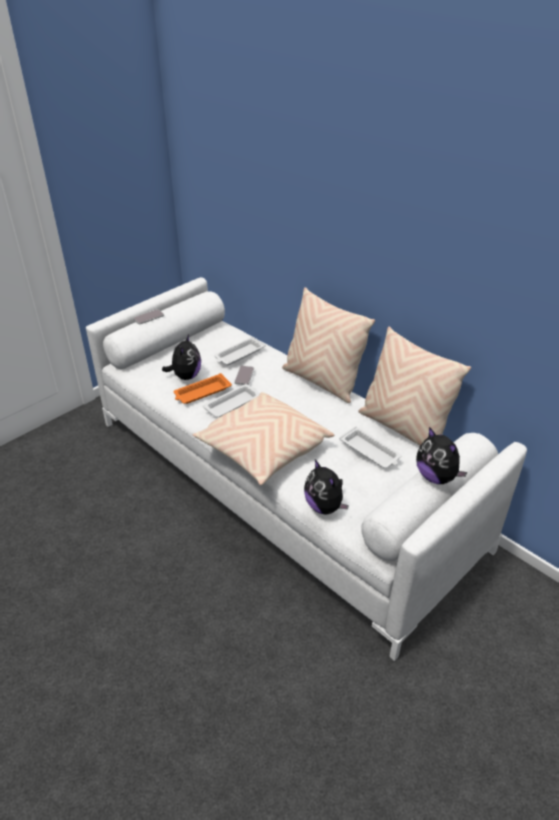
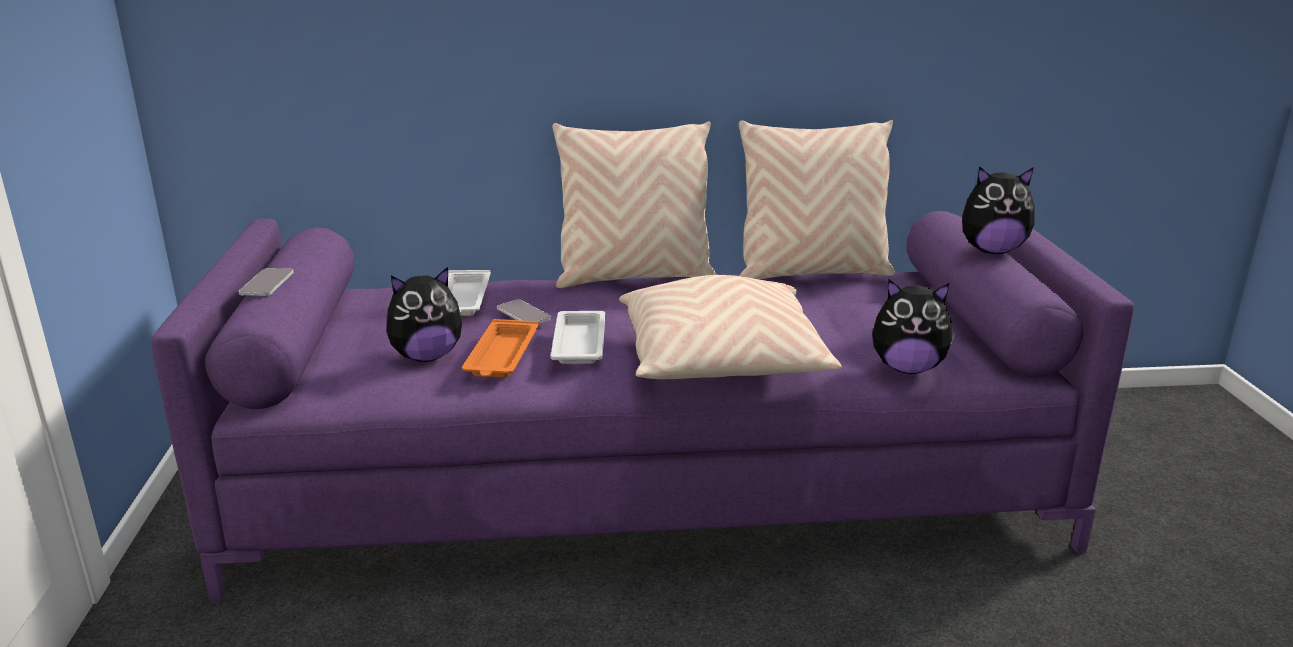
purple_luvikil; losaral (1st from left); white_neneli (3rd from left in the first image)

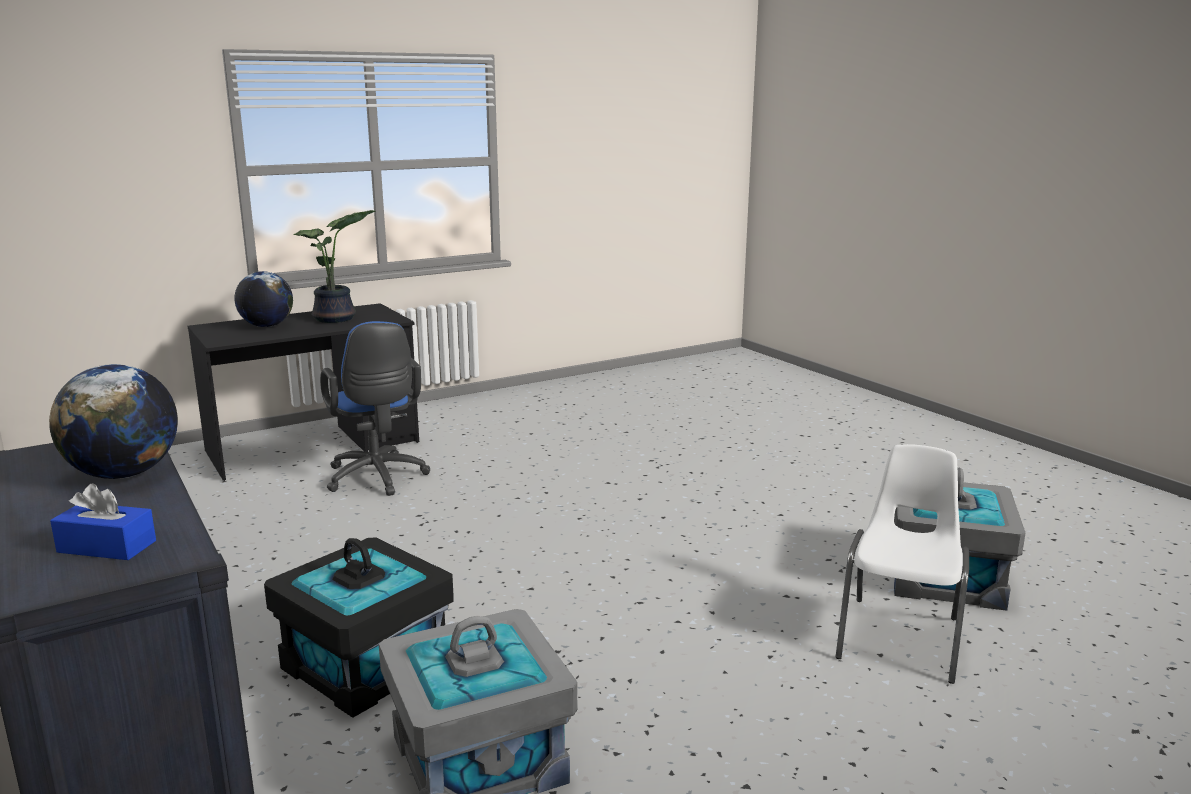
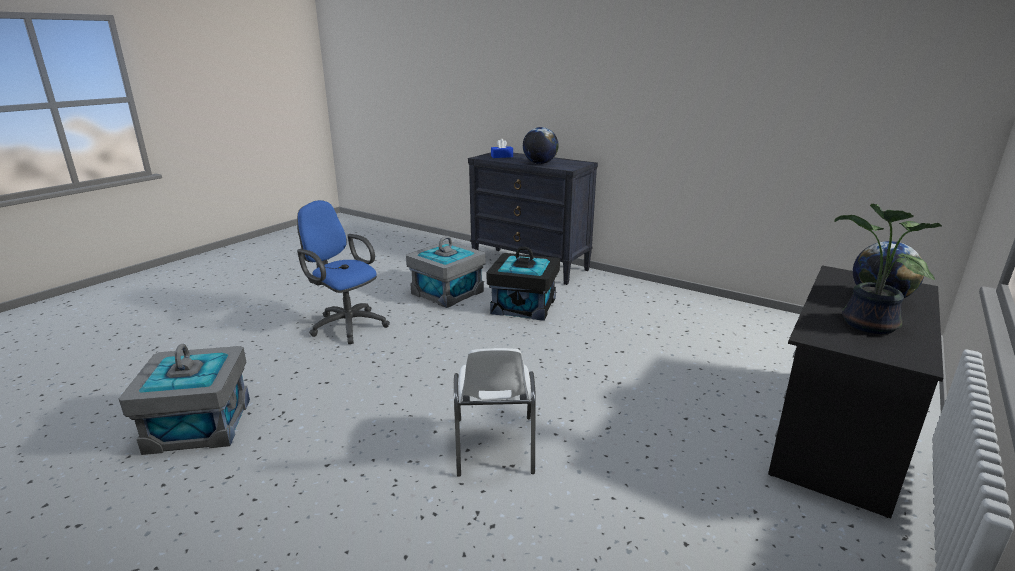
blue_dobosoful; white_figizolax

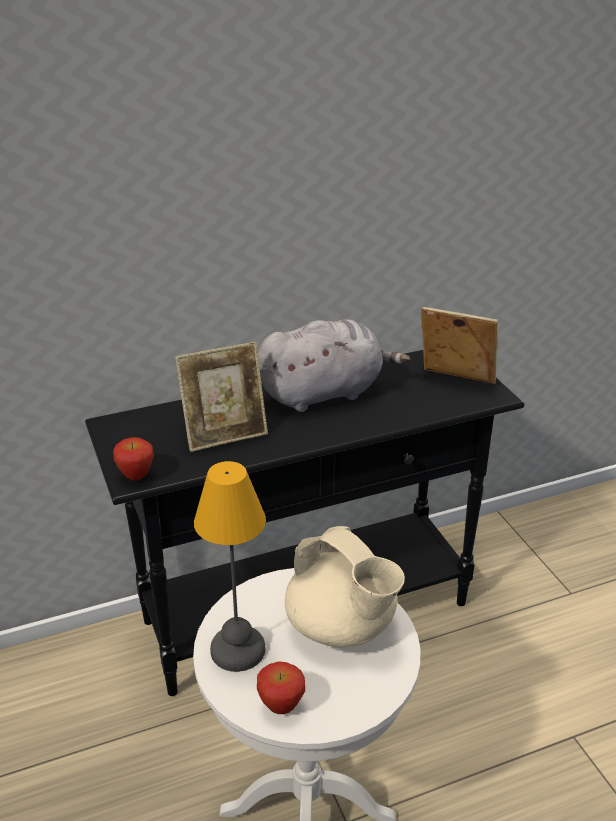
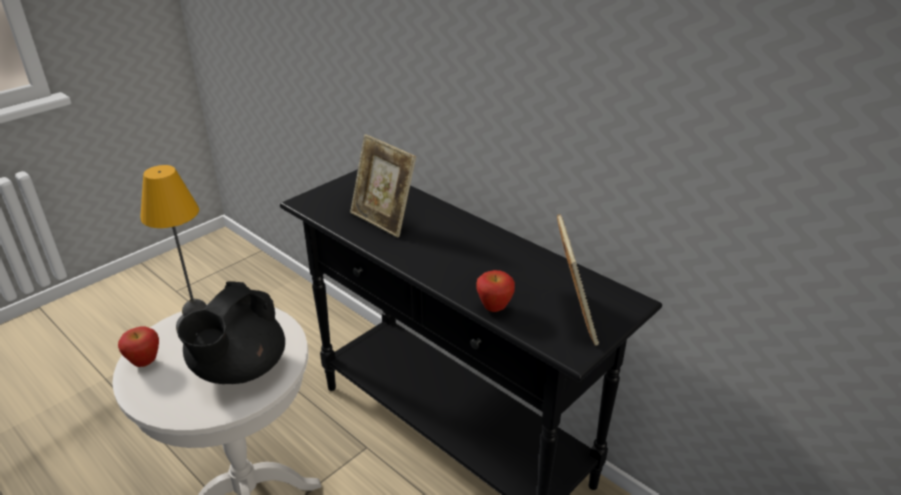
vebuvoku (2nd from left); grey_losaral; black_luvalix

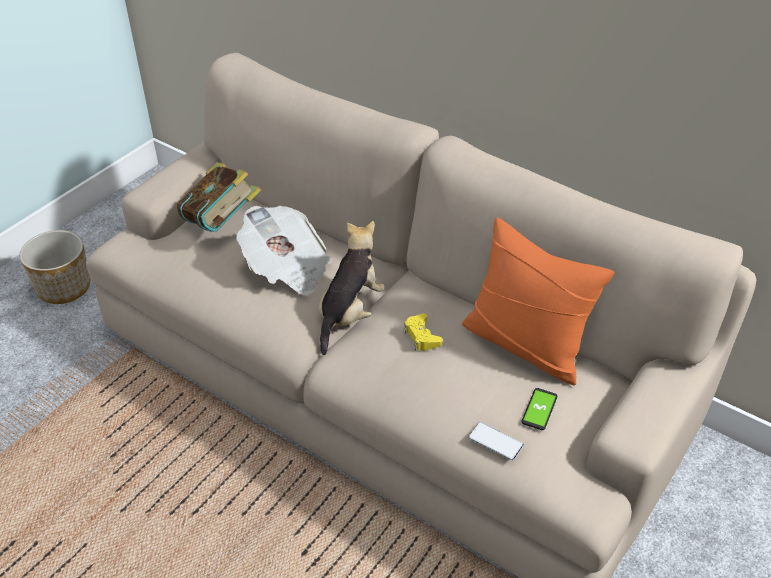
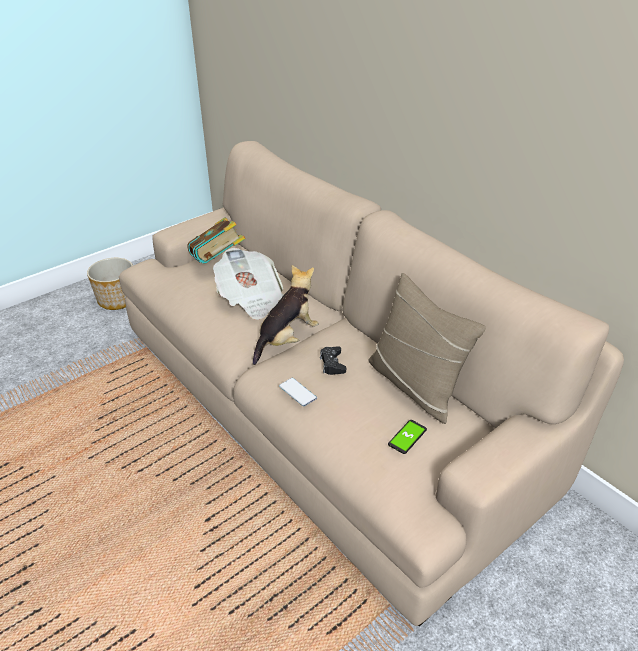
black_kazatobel; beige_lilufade; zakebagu (1st from left)

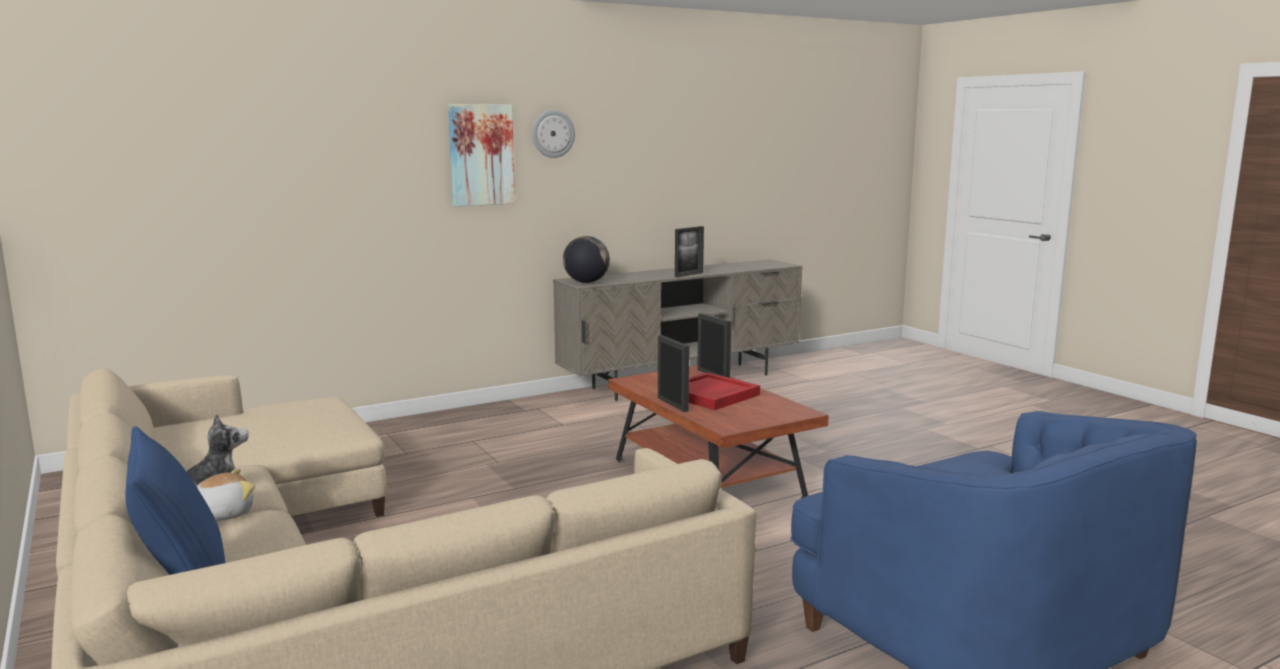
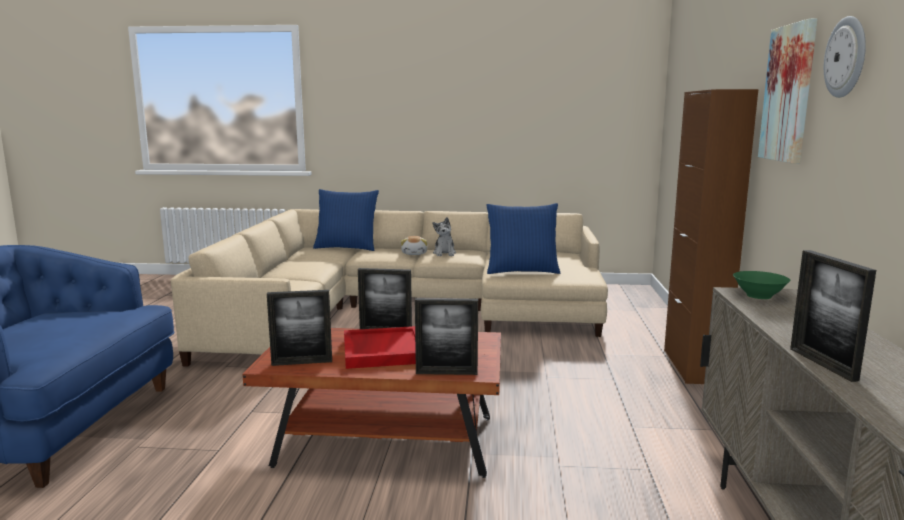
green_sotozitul; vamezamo (1st from left); blue_lilufade (2nd from left); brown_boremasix

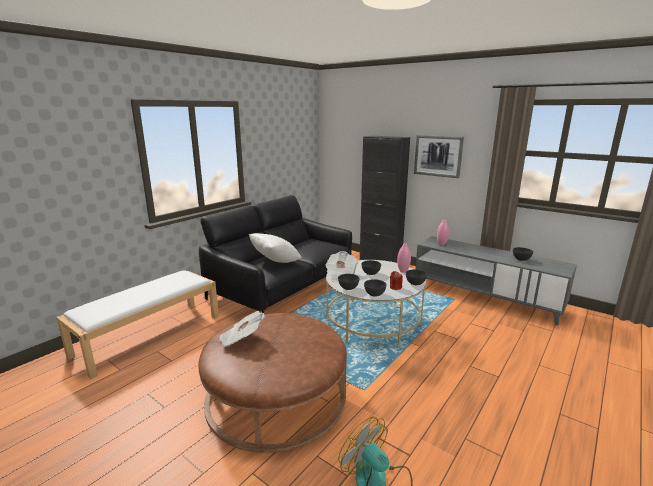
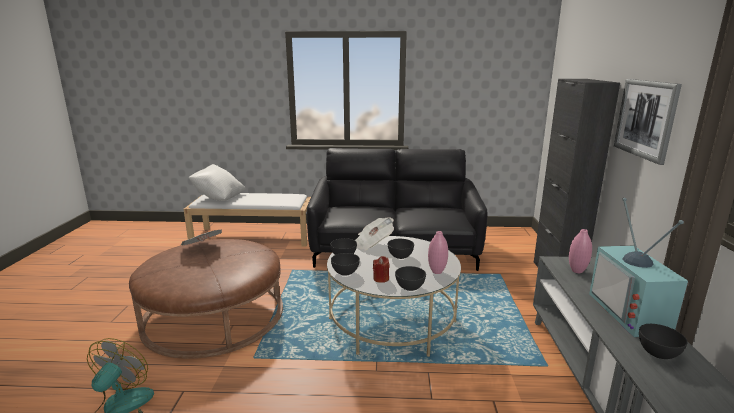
white_lilufade; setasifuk

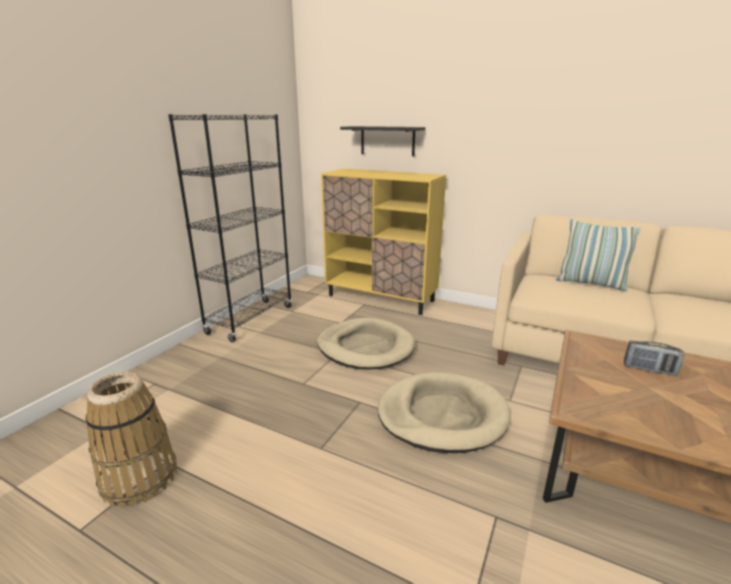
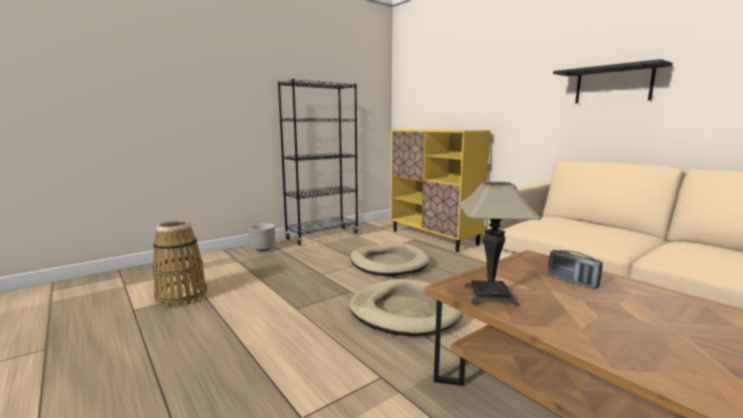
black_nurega; lilufade; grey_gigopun; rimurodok

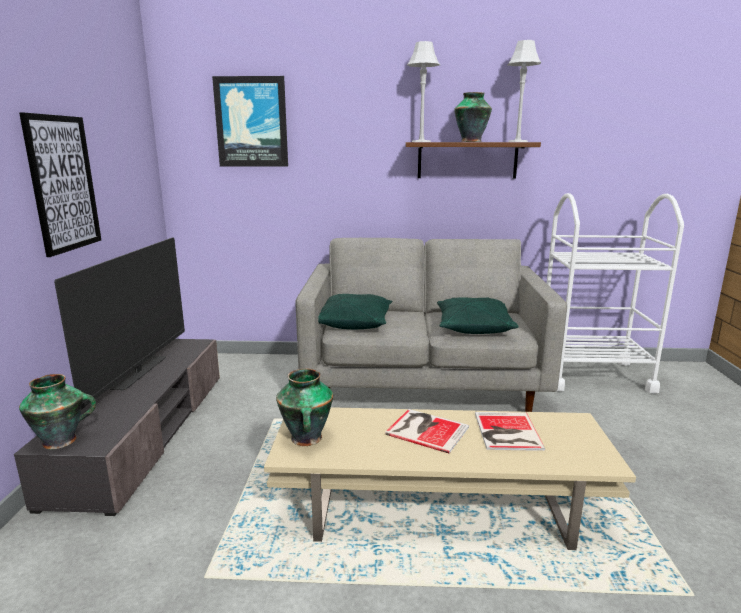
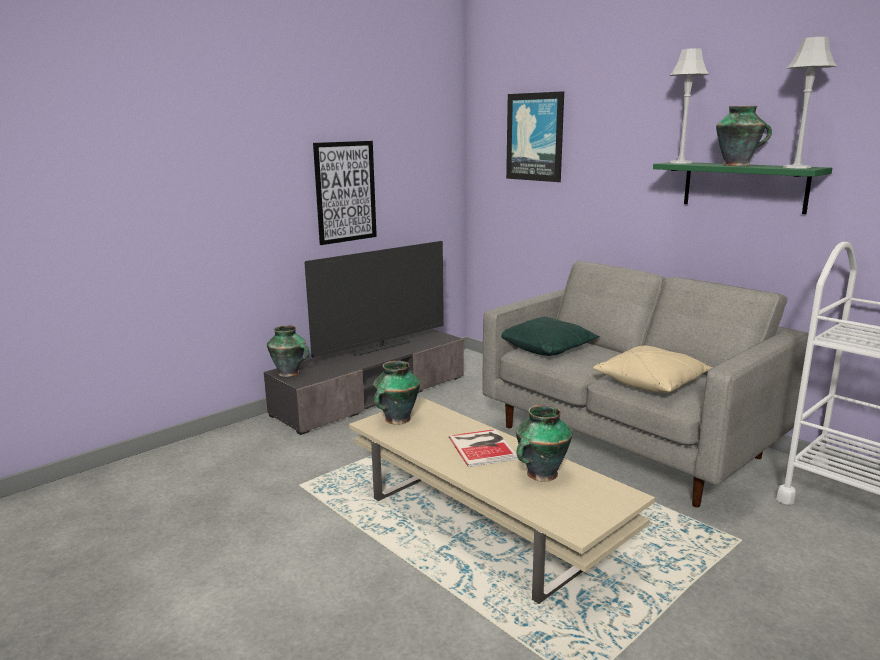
green_nurega; beige_lilufade; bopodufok (3rd from left)

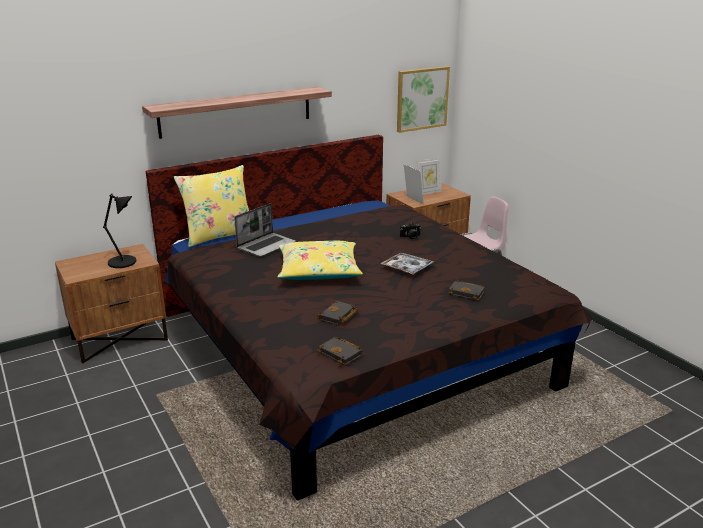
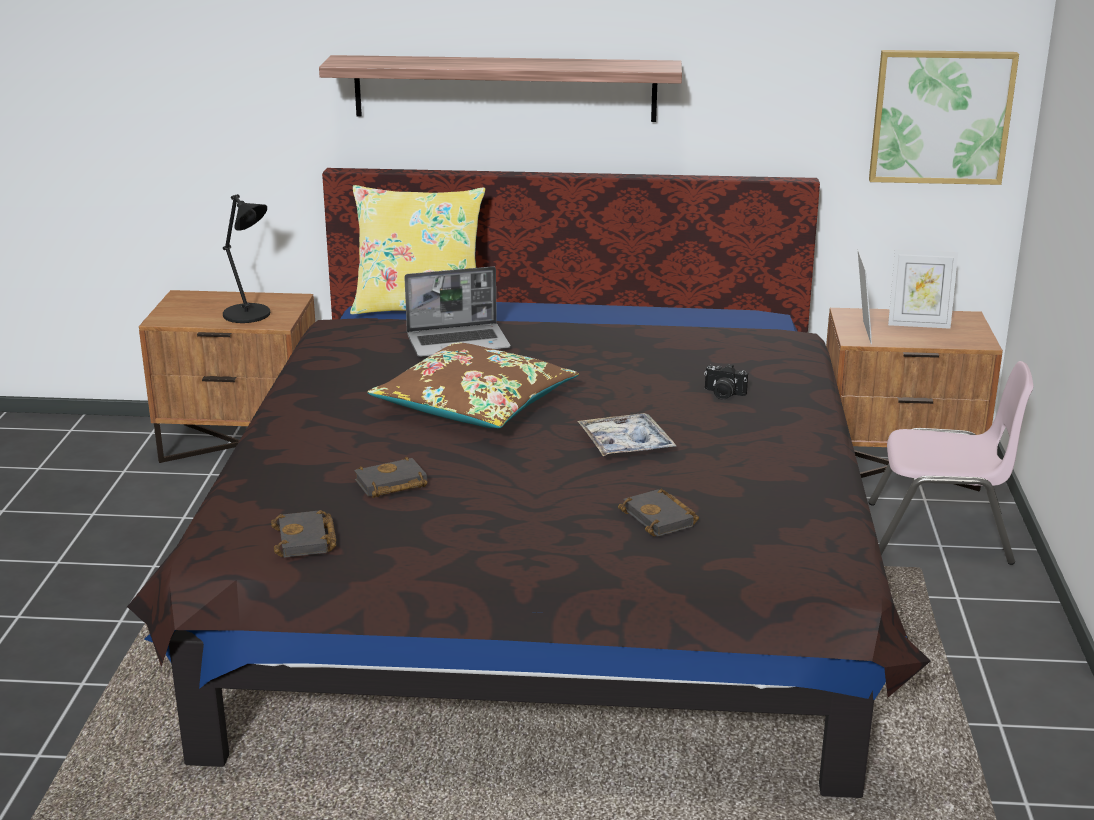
brown_lilufade

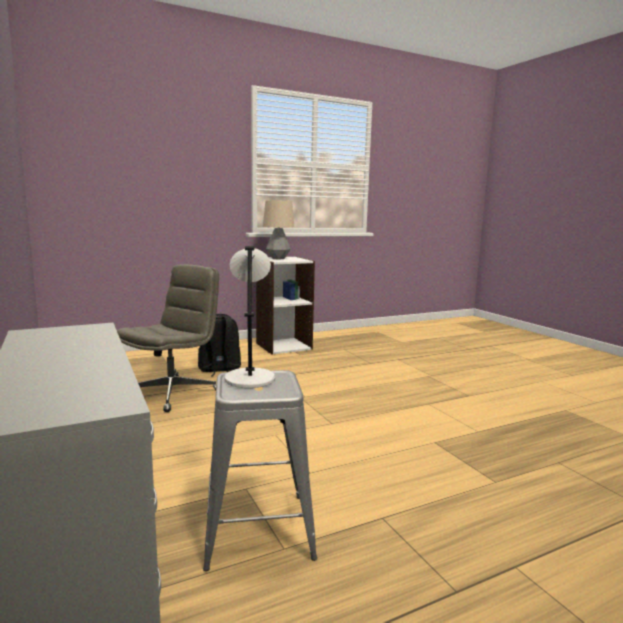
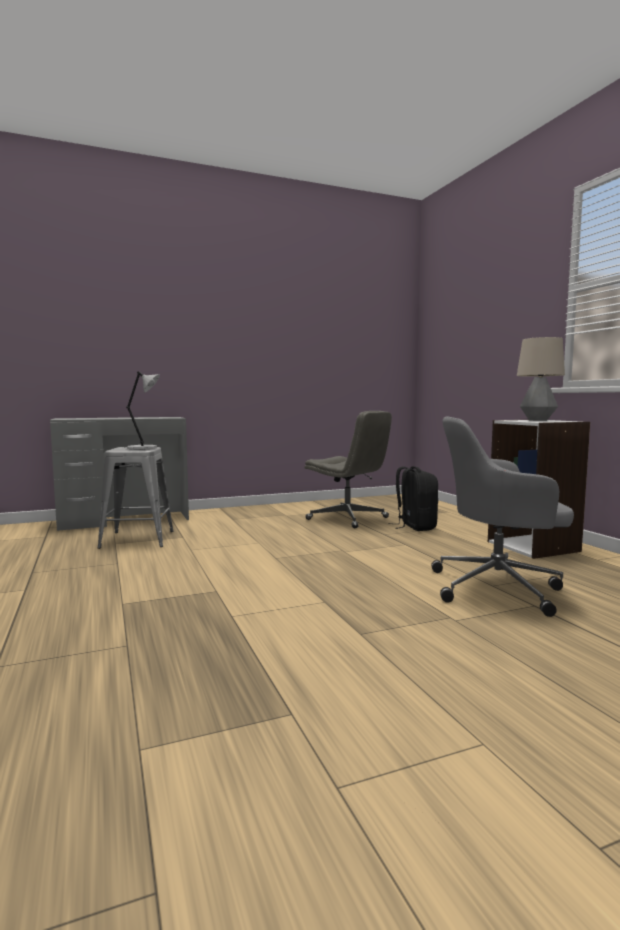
grey_dobosoful (2nd from left)

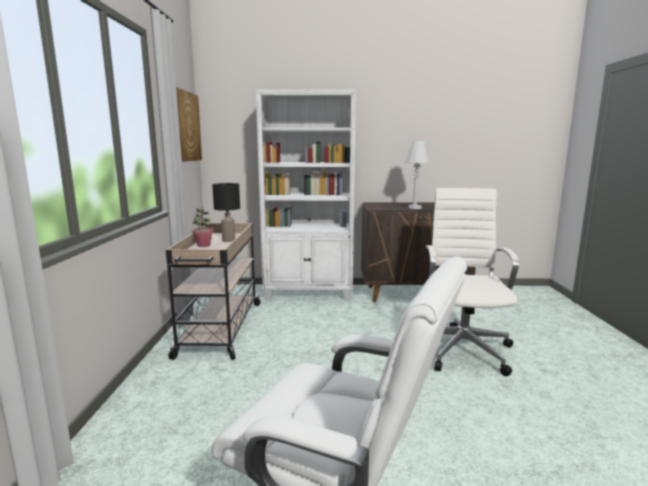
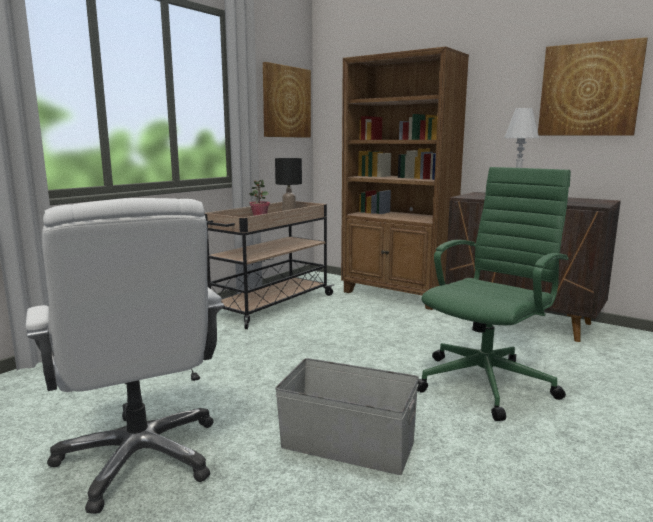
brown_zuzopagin; green_dobosoful; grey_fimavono; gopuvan (2nd from left)

